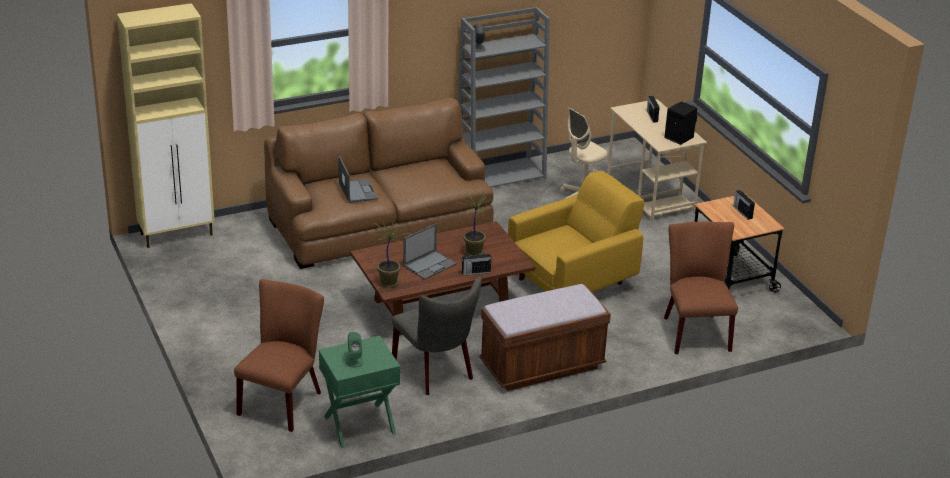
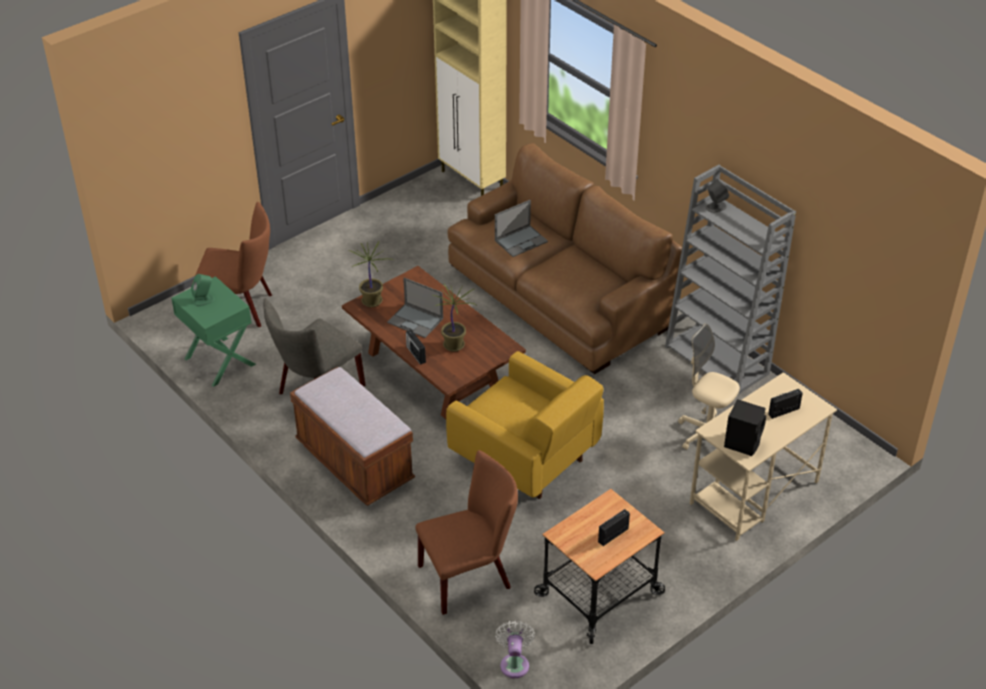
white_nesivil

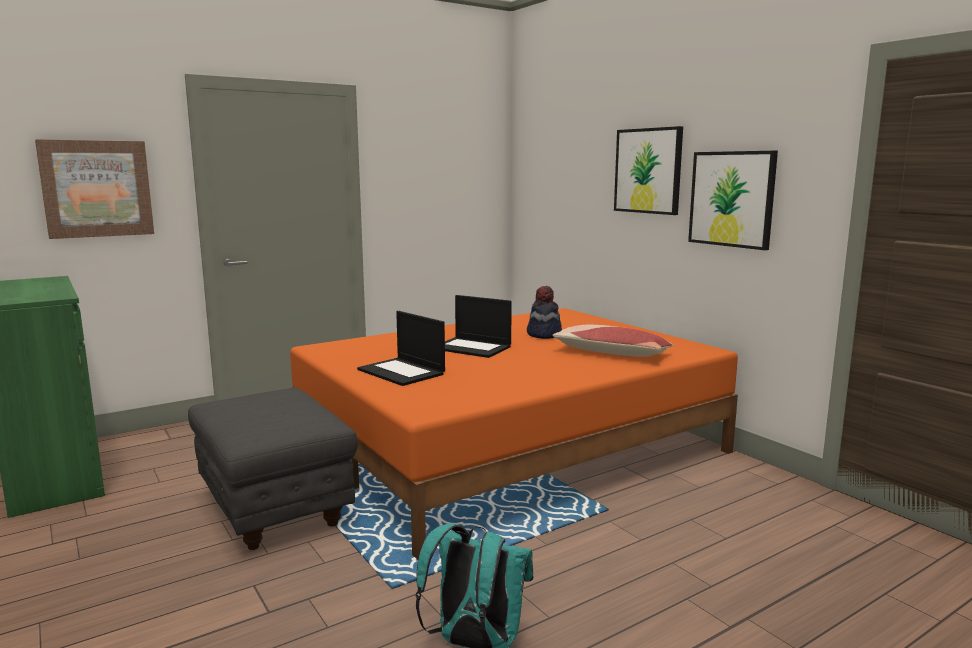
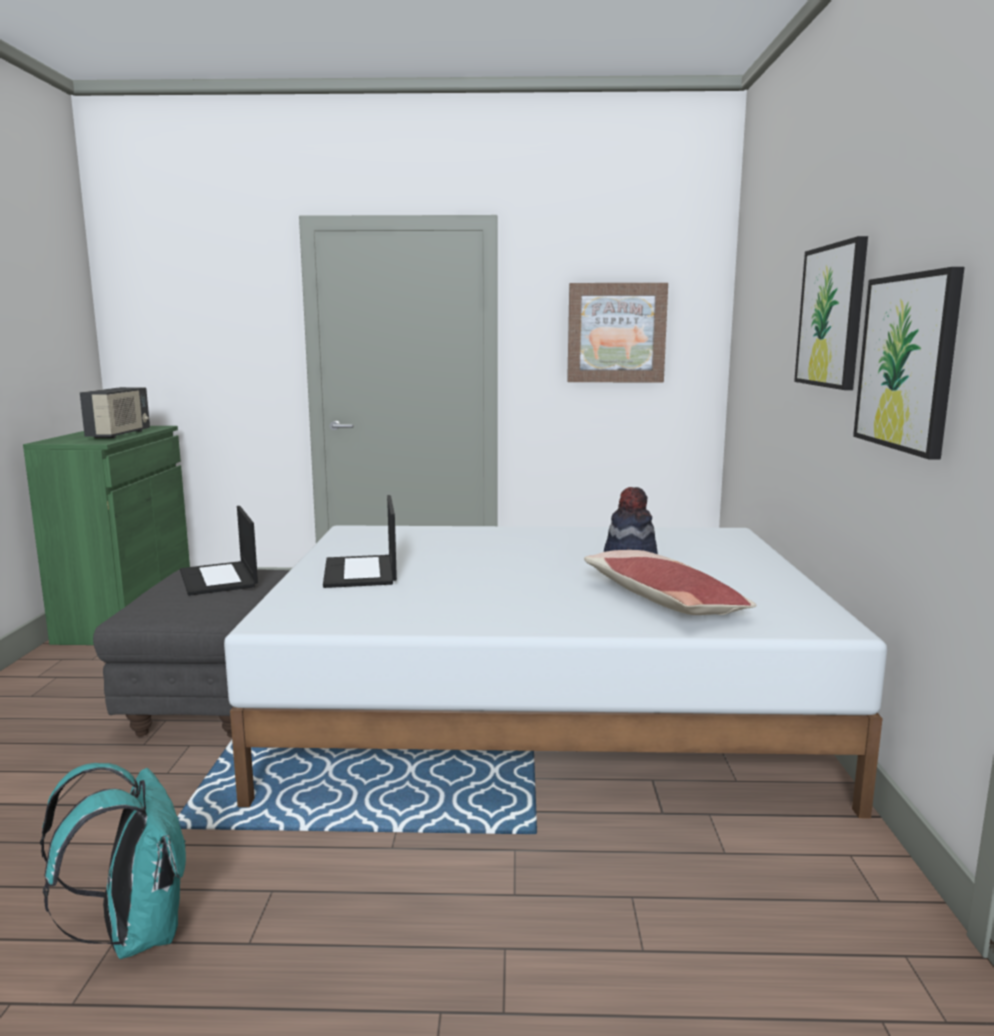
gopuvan (1st from left); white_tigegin; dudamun (1st from left); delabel

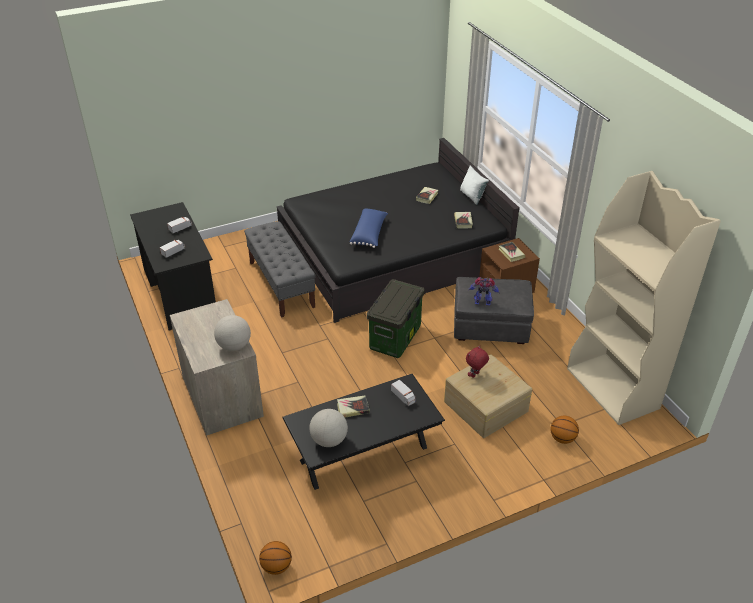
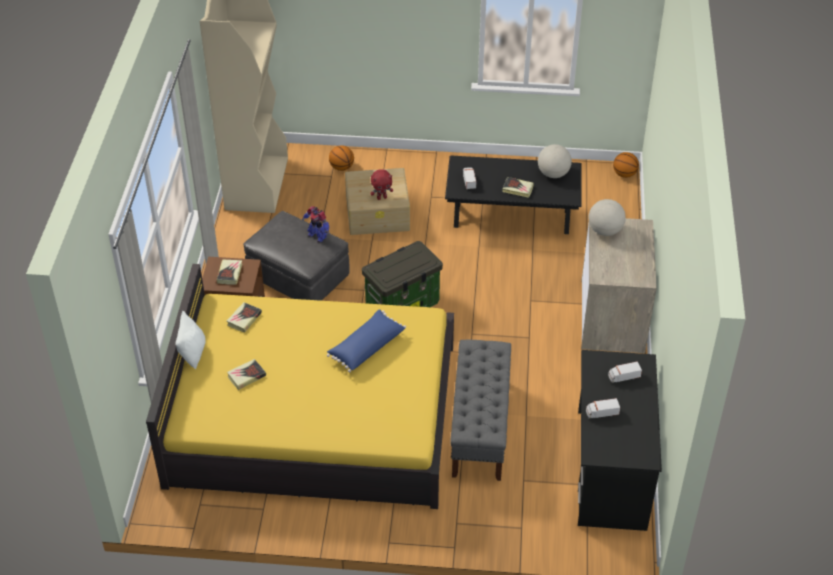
yellow_tigegin

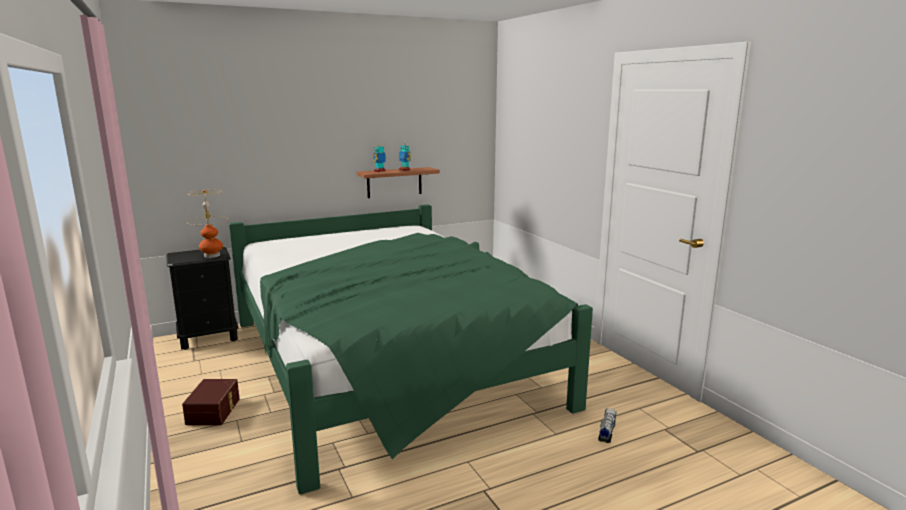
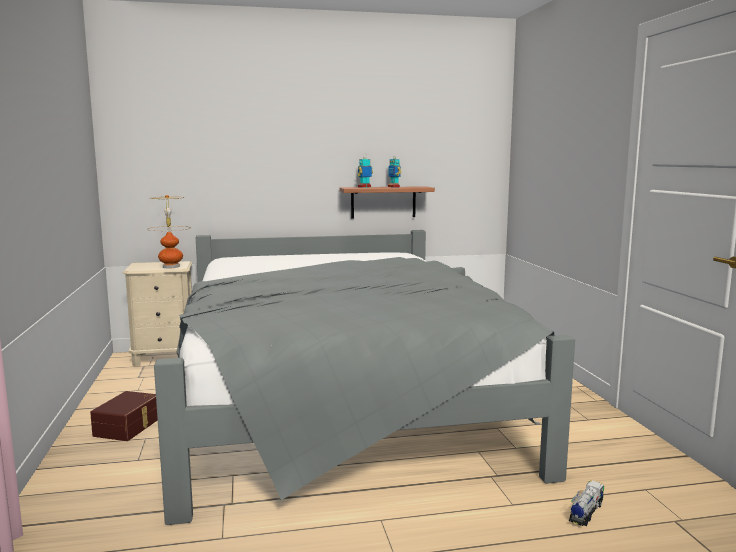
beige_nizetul; grey_tigegin

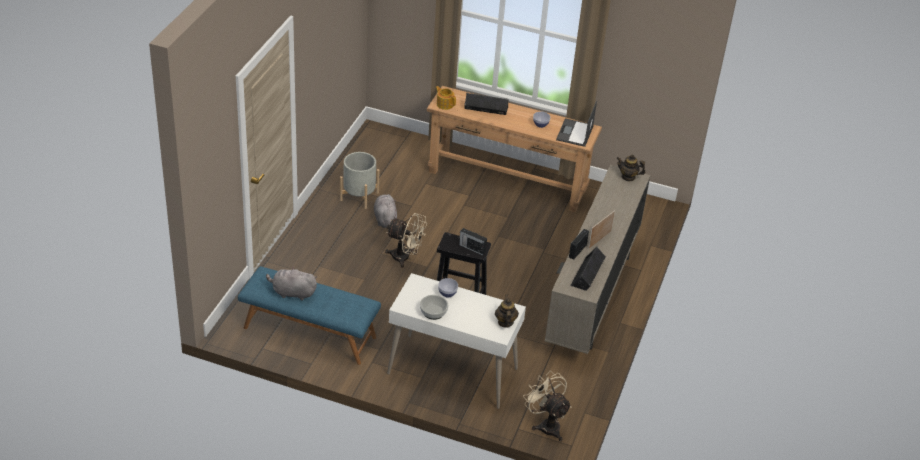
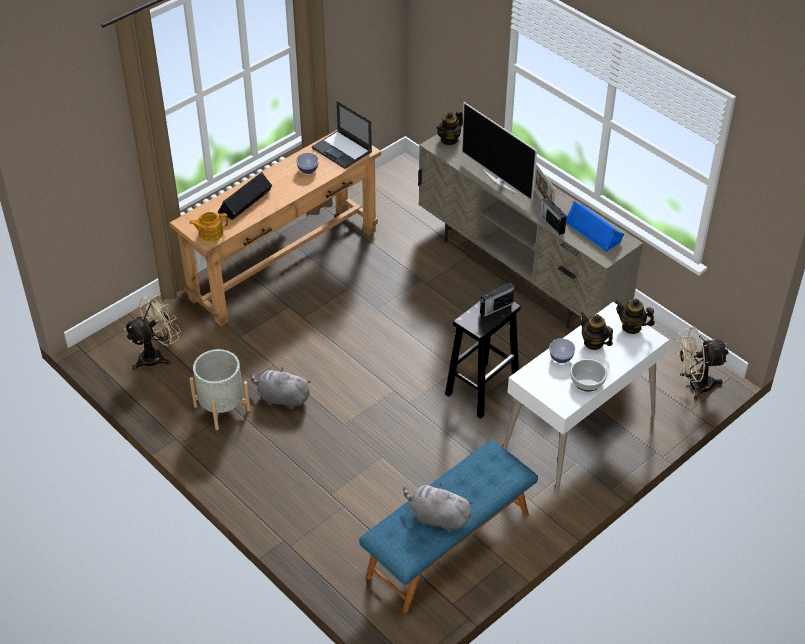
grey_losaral (2nd from left); beige_nesivil (1st from left); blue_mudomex; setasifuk; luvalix (3rd from left)

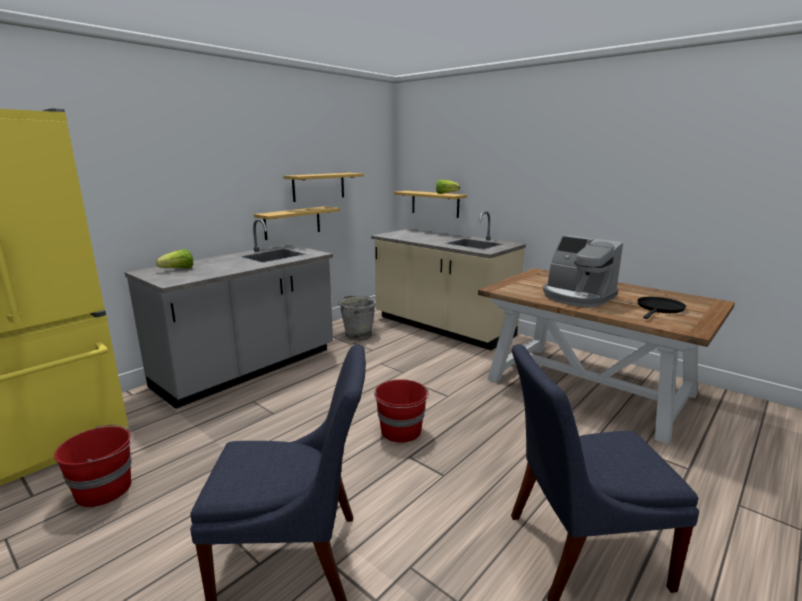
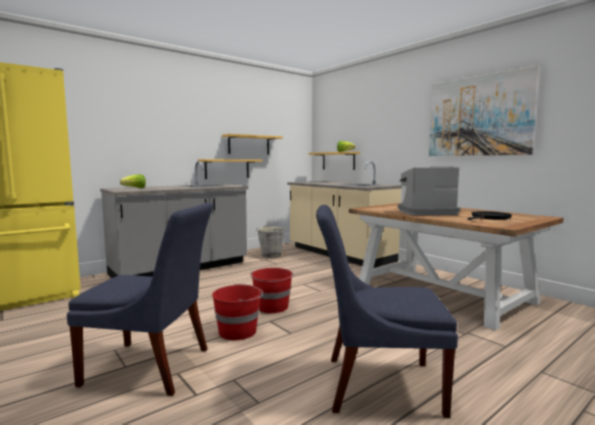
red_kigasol (1st from left); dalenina; gopuvan

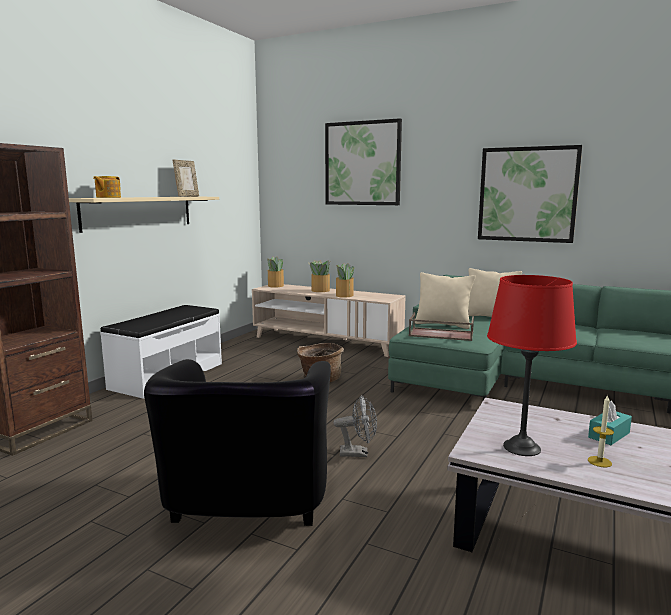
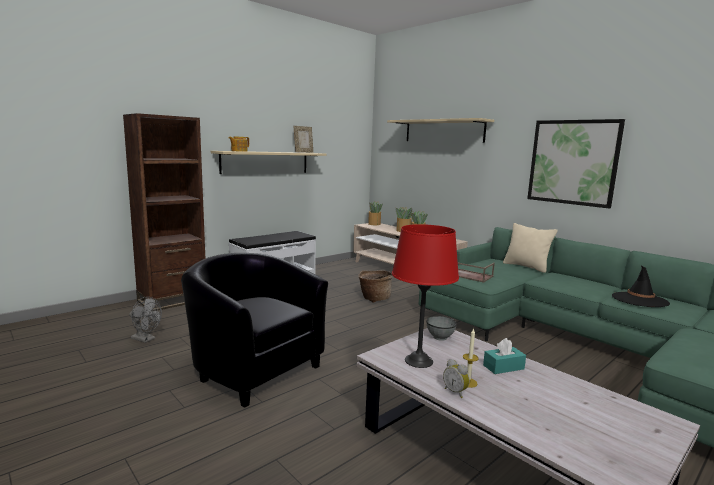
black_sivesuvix; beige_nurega (2nd from left); grey_nesivil; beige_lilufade (1st from left in the first image); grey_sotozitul; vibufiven; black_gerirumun

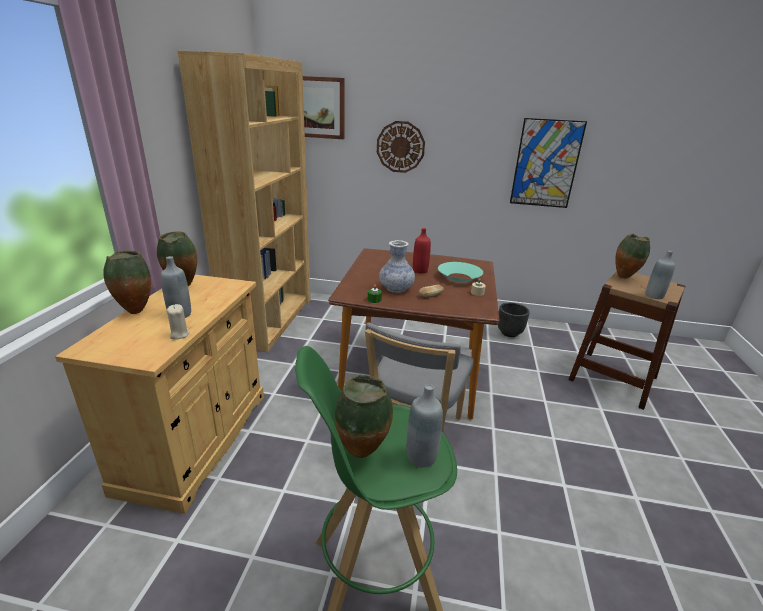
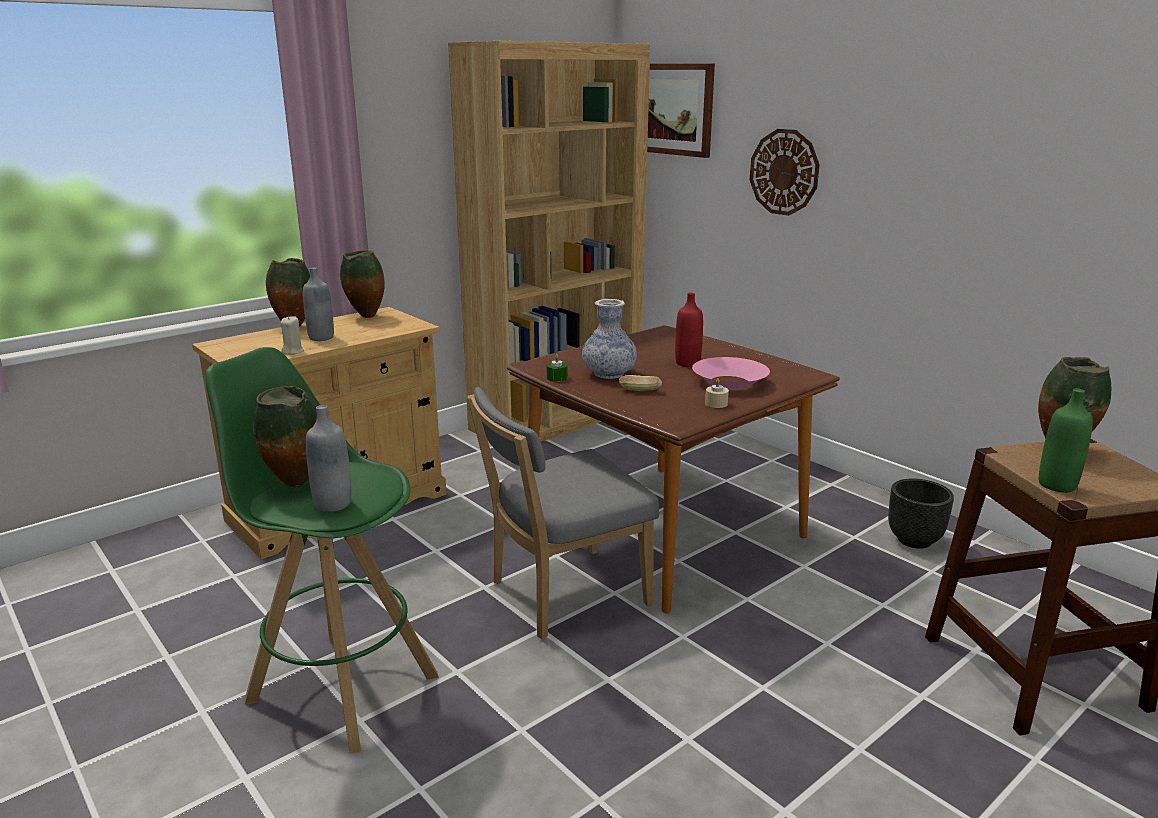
pink_sotozitul; gopuvan (2nd from left in the first image); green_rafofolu

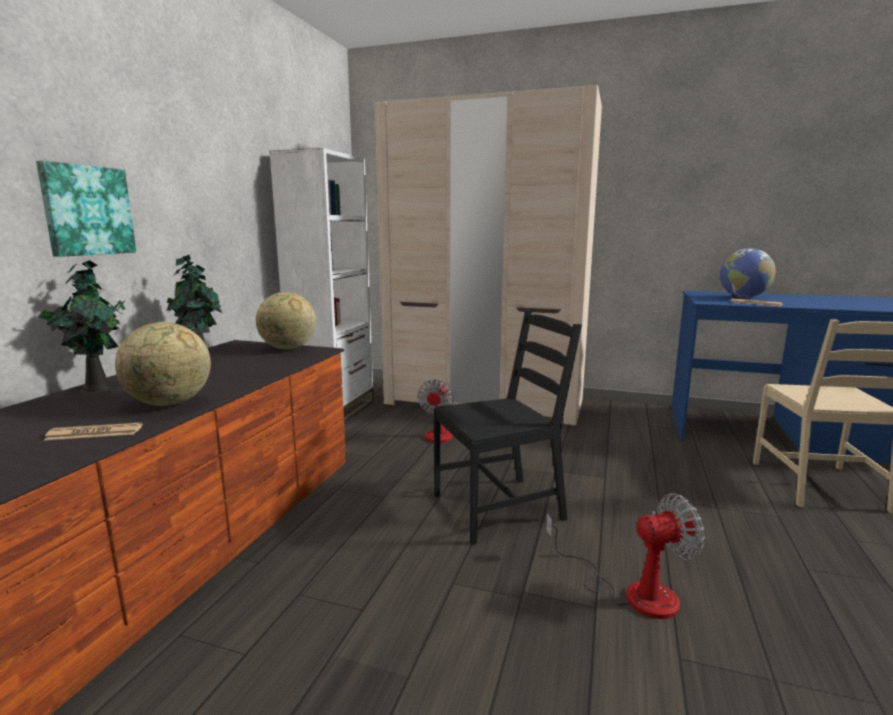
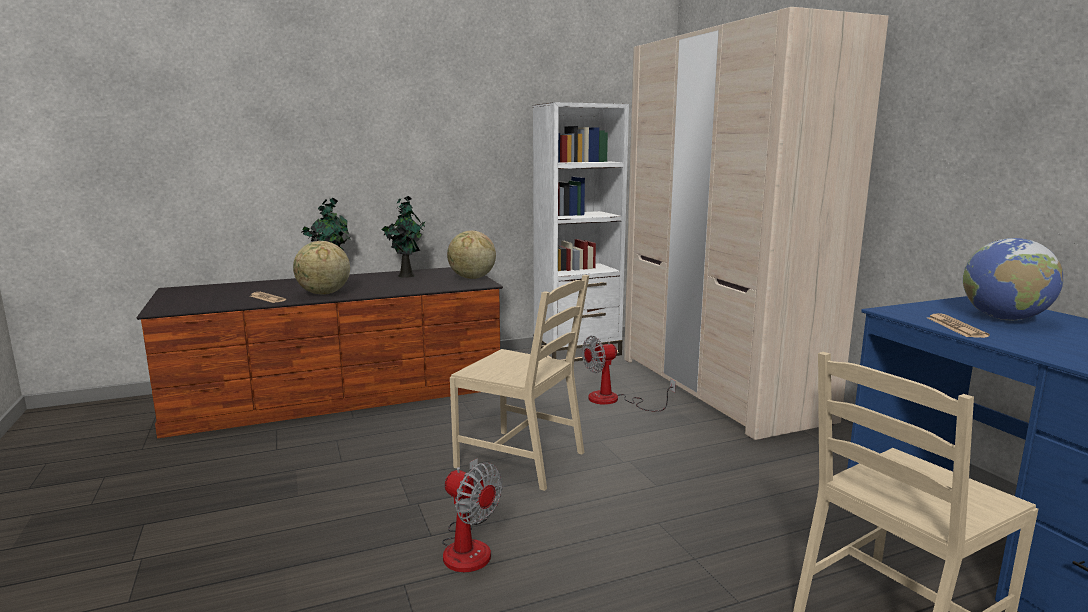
gopuvan; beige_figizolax (1st from left)

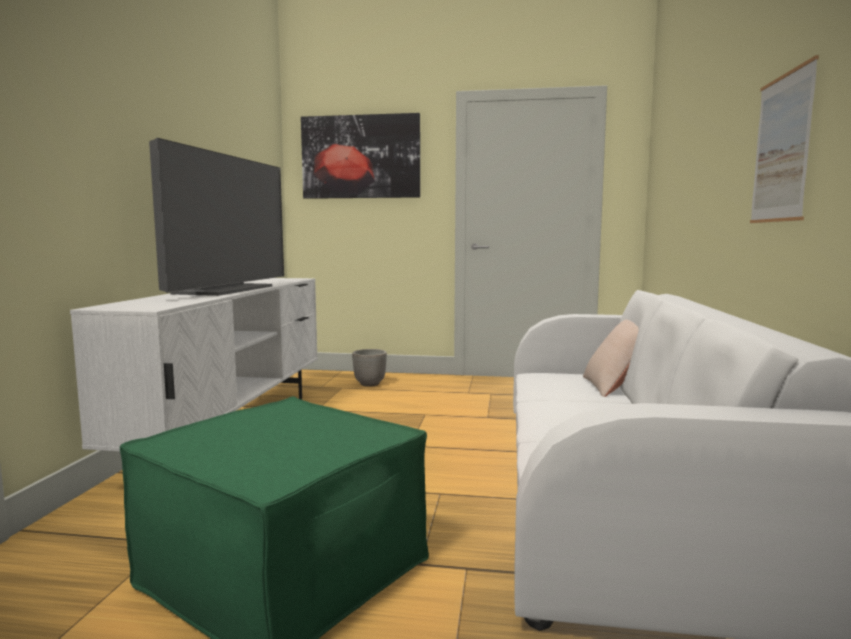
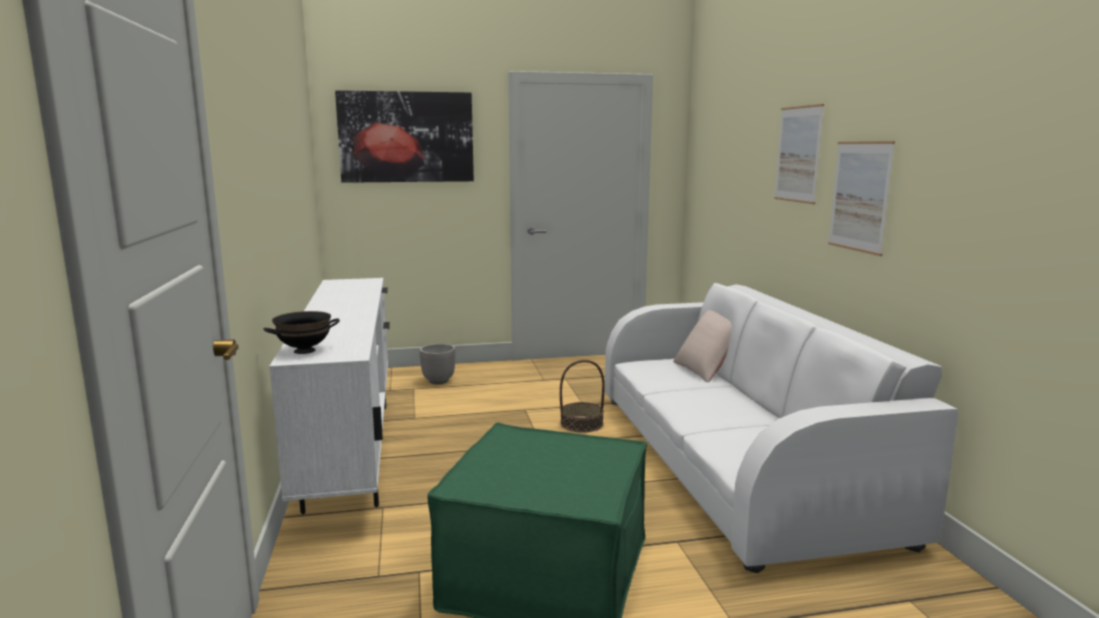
setasifuk; black_sotozitul; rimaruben; gopuvan (2nd from left)

